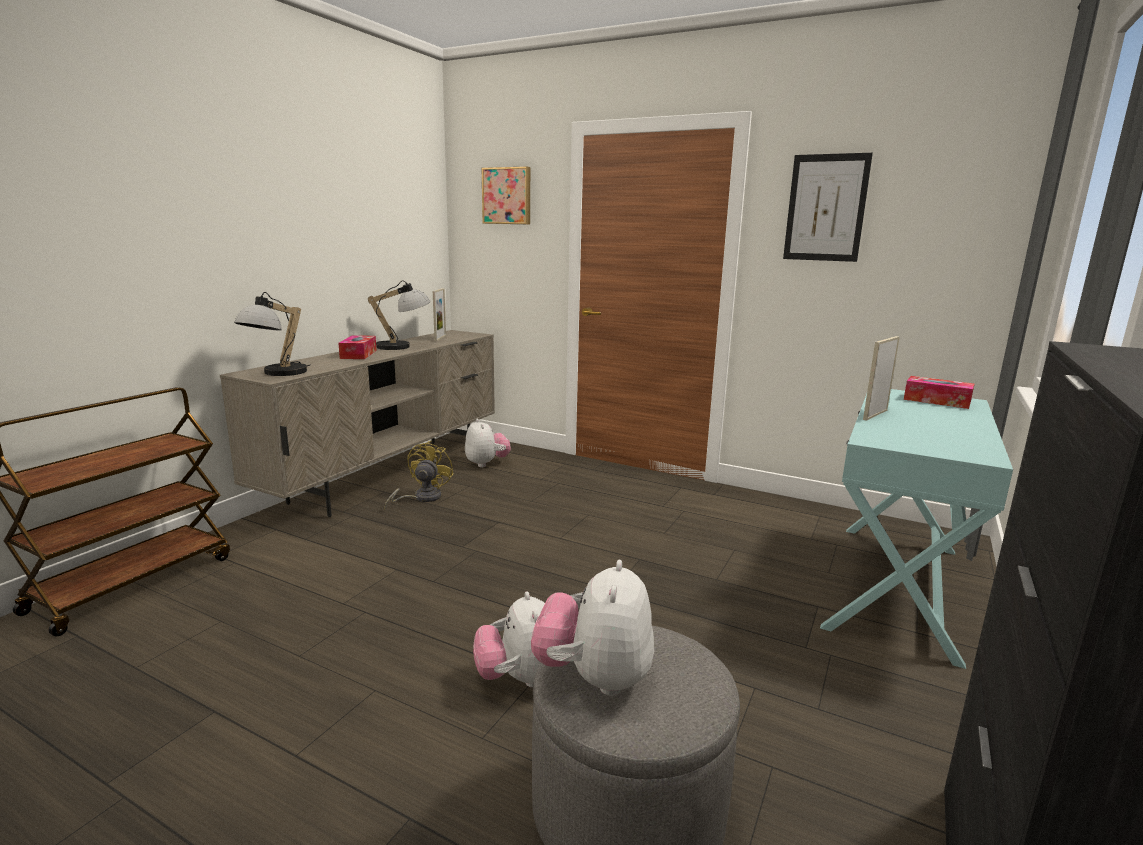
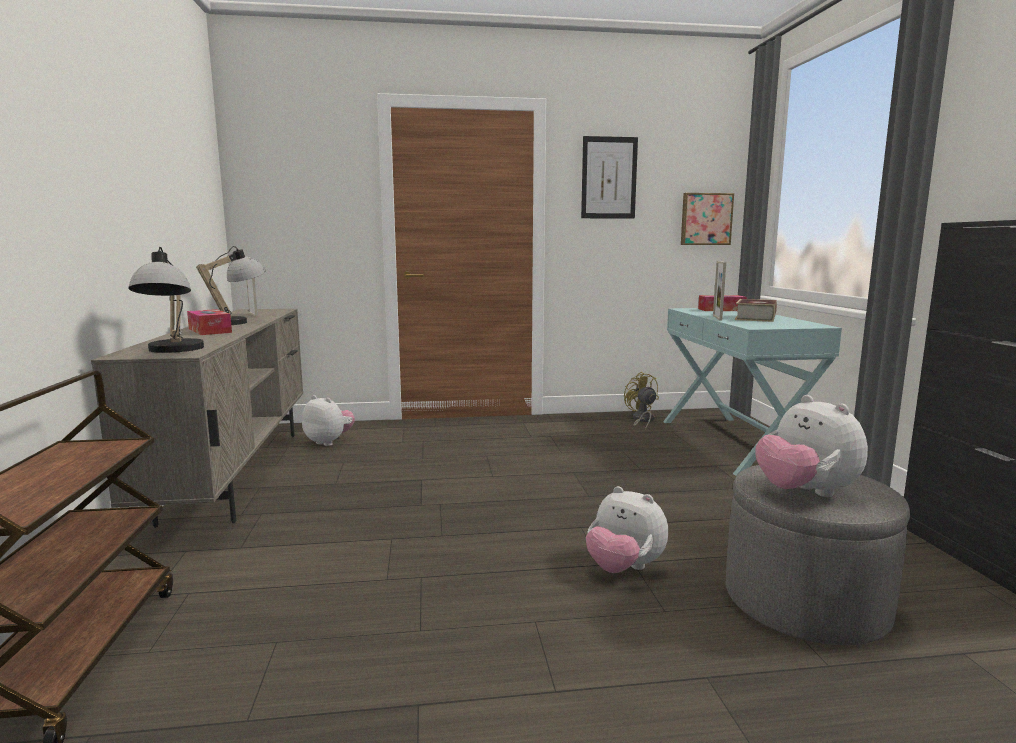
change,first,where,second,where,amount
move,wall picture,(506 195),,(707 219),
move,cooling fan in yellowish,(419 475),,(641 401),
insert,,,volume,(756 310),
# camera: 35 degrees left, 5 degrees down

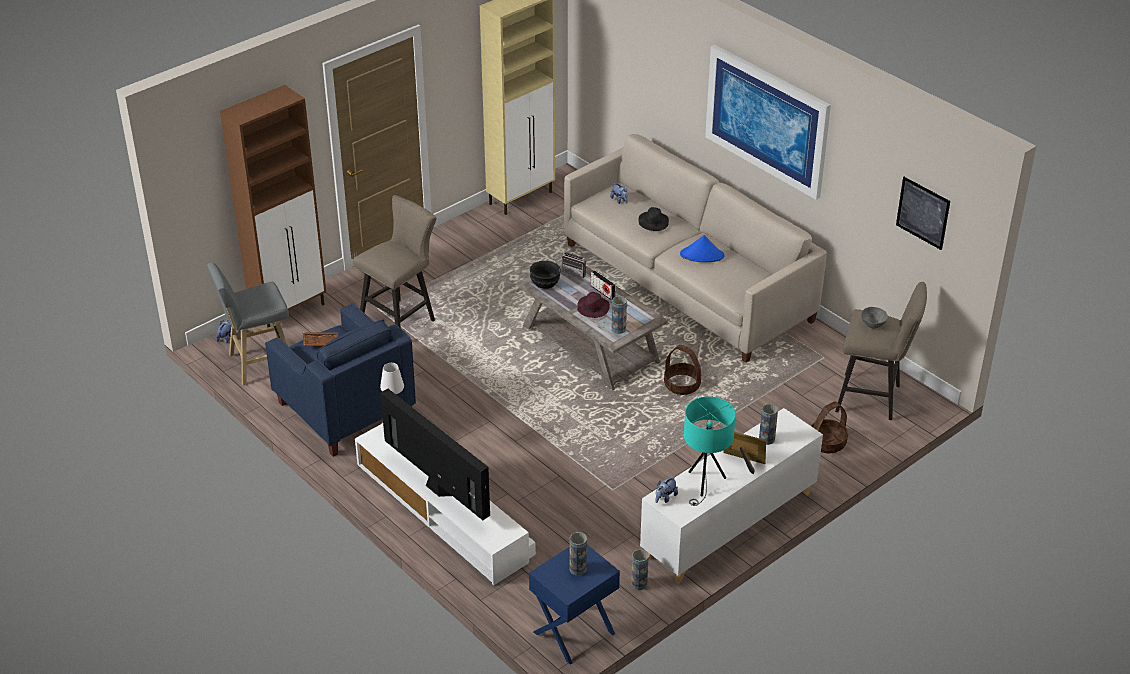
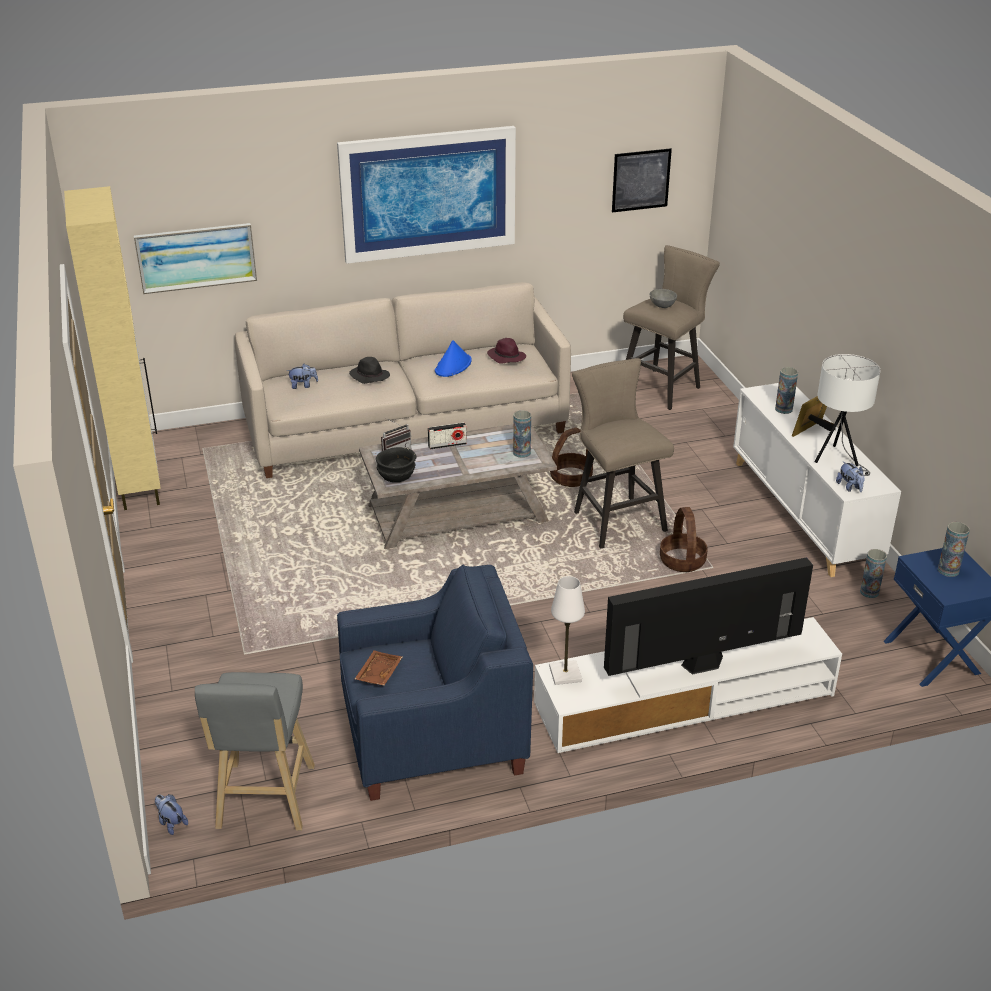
change,first,where,second,where,amount
delete,storage cabinet in brown-coloured,(273 206),,,
move,stool seat in sand-coloured,(395 261),,(623 453),
move,wearable hat in purple,(593 305),,(506 351),
recolor,table lamp in blue-green,(710 451),table lamp in whitish,(848 415),
move,storage basket,(829 427),,(684 539),
insert,,,wall picture,(195 258),
# camera: 65 degrees left, 5 degrees down

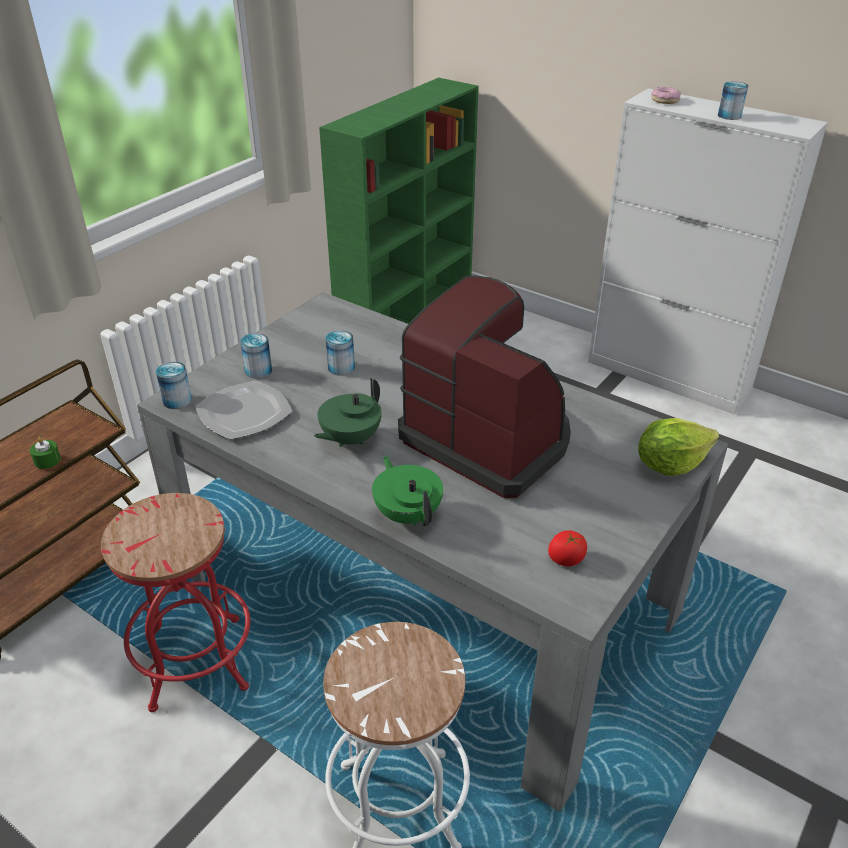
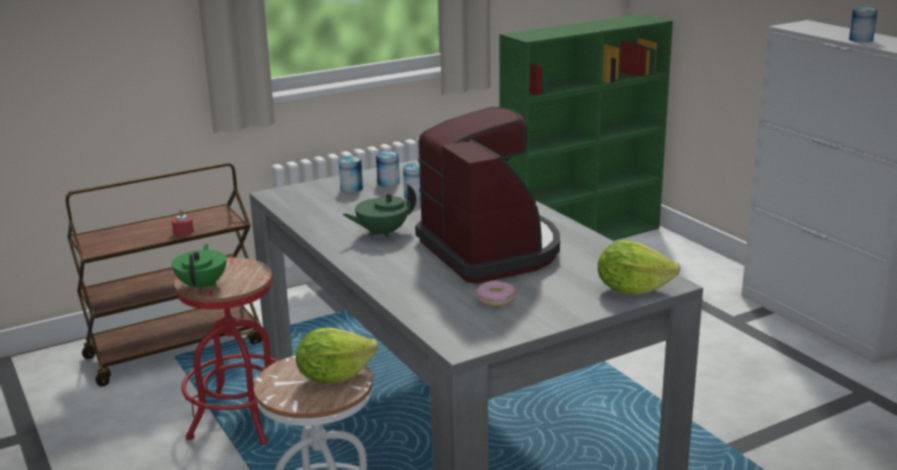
change,first,where,second,where,amount
move,ring doughnut,(666 95),,(496 293),
move,sealed can,(174 385),,(388 169),
delete,dinner plate,(244 410),,,
recolor,wax light in greenish,(45 453),wax light in red-coloured,(183 222),
move,tea pot in greenish,(407 491),,(199 267),
delete,tomato,(567 548),,,
insert,,,head of lettuce,(337 356),
# camera: 25 degrees right, 15 degrees down

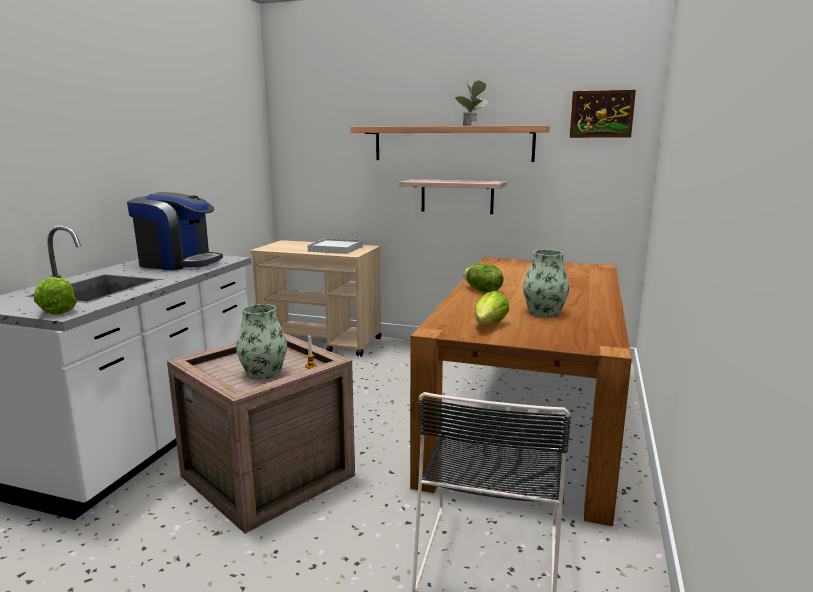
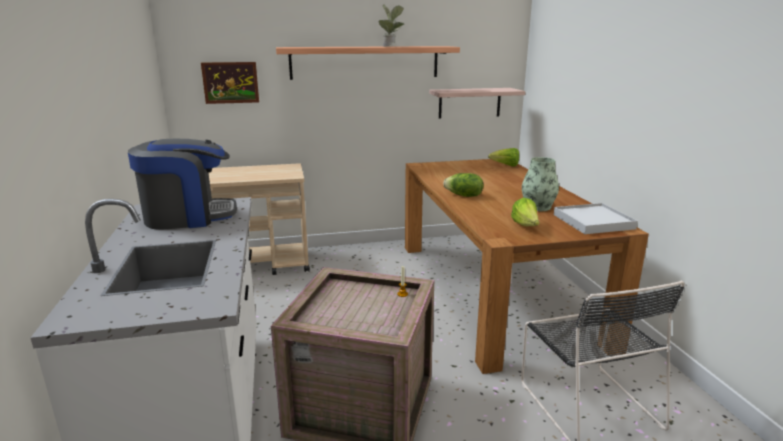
change,first,where,second,where,amount
move,wall picture,(602 114),,(230 83),
move,bracket shelf,(453 196),,(477 103),
move,carrying tray in whitish,(335 246),,(596 218),
move,head of lettuce,(55 296),,(503 157),
delete,decorative vase,(261 341),,,
# camera: 30 degrees left, 5 degrees up

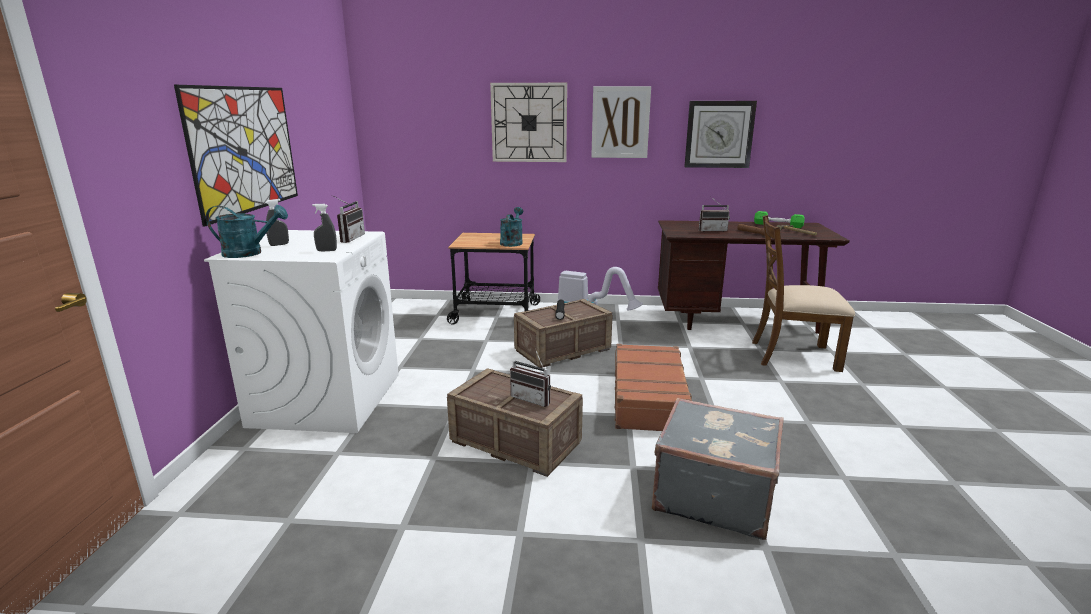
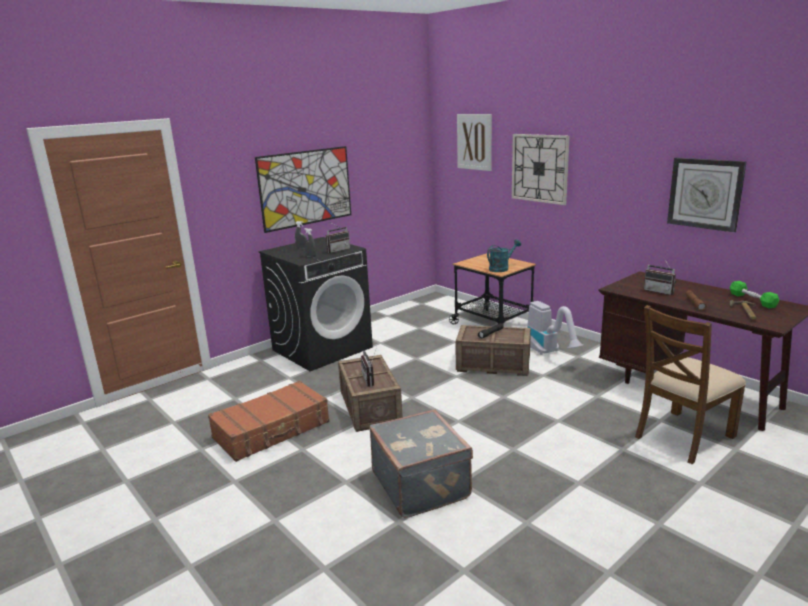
change,first,where,second,where,amount
move,wall picture,(621 122),,(474 142),
delete,watering pot in blue-green,(247 231),,,
rotate,plain chair in brown-coloured,(803 293),,(690 384),90 degrees counterclockwise
recolor,laundry appliance in whitish,(301 331),laundry appliance in black,(316 304),
move,travel case in brown-coloured,(653 387),,(269 421),
# camera: 45 degrees right, 0 degrees up

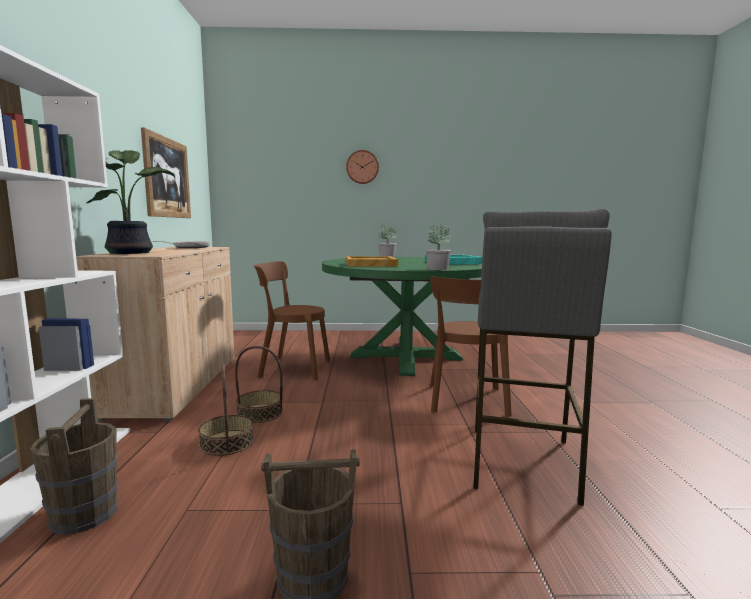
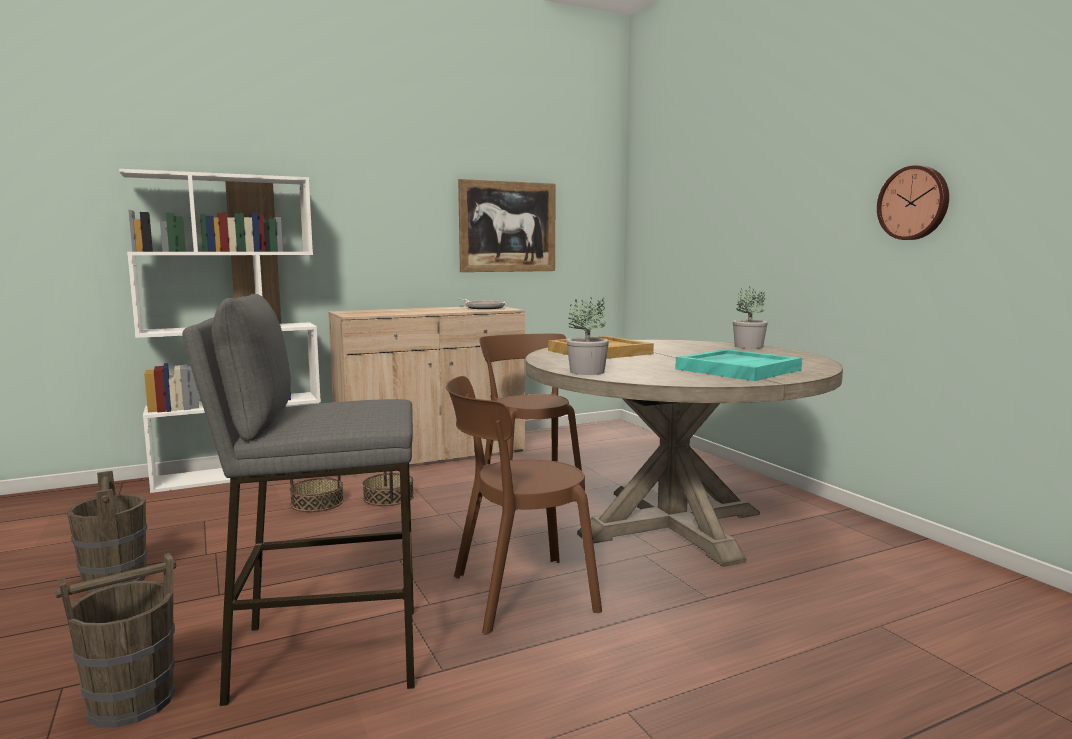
change,first,where,second,where,amount
delete,plant in a pot,(130 202),,,
move,hanging clock,(362 167),,(913 202),
recolor,kitchen table in greenish,(402 316),kitchen table in sand-coloured,(684 453),
move,bucket in brown-coloured,(74 466),,(115 640),
# camera: 65 degrees right, 0 degrees up

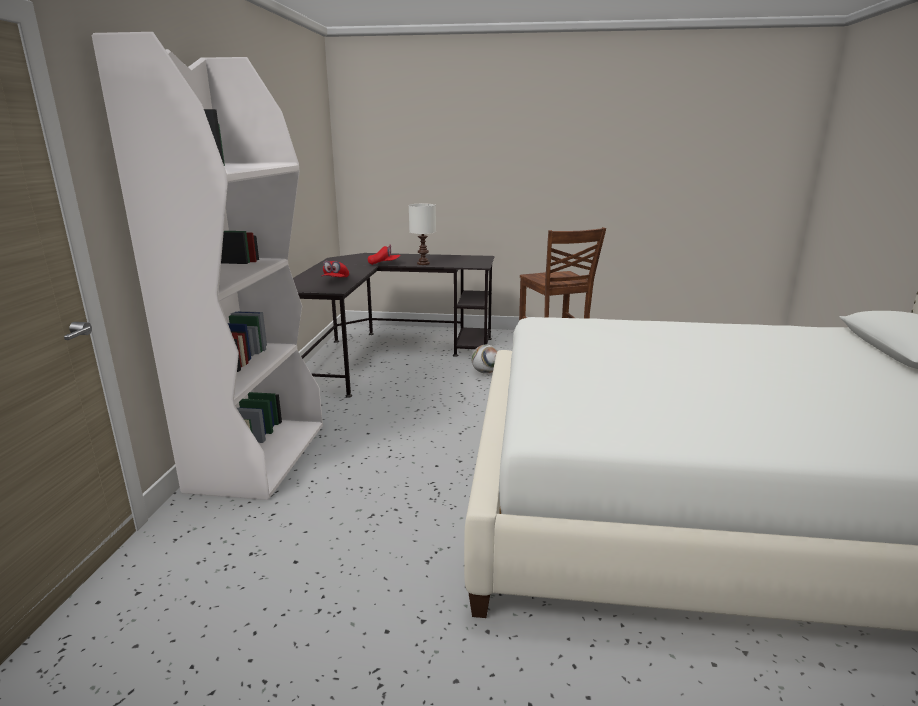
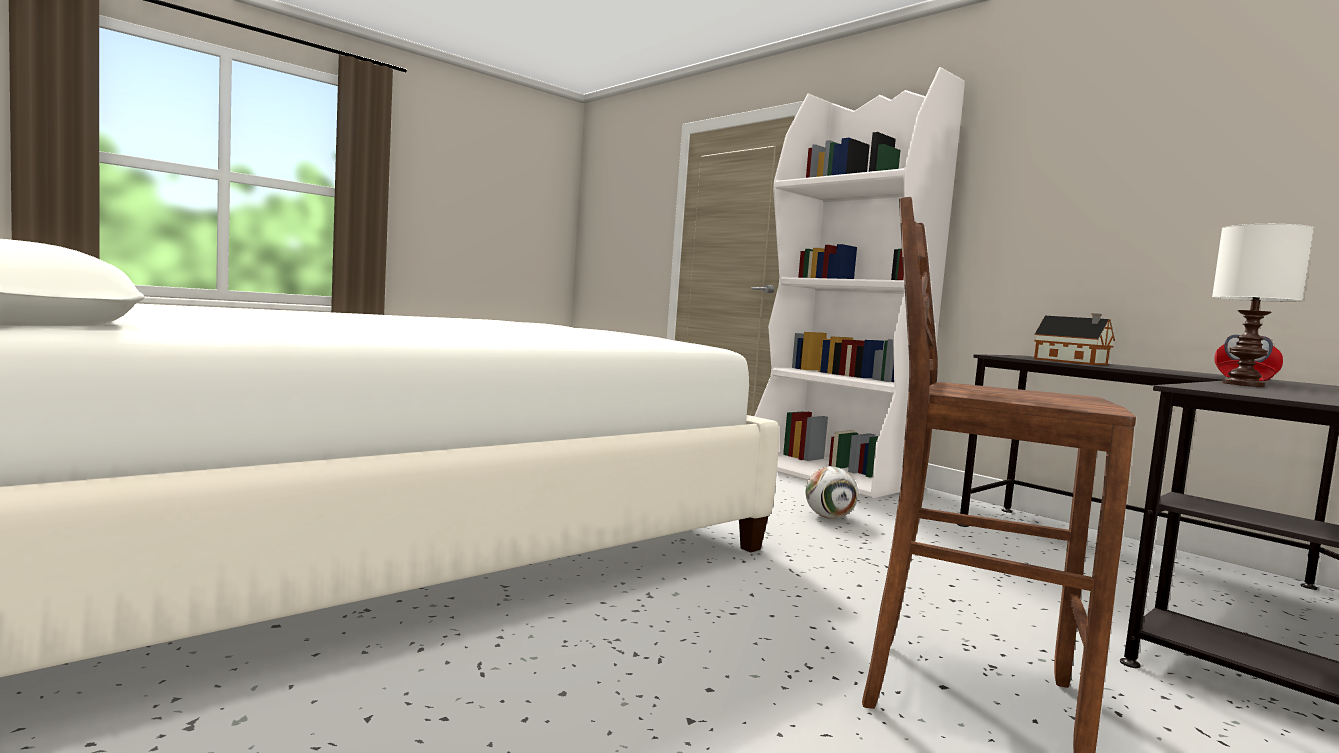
change,first,where,second,where,amount
replace,baseball cap in red-coloured,(335 269),miniature house,(1074 339),
move,ball for football,(484 359),,(831 493),
# camera: 130 degrees right, 15 degrees down

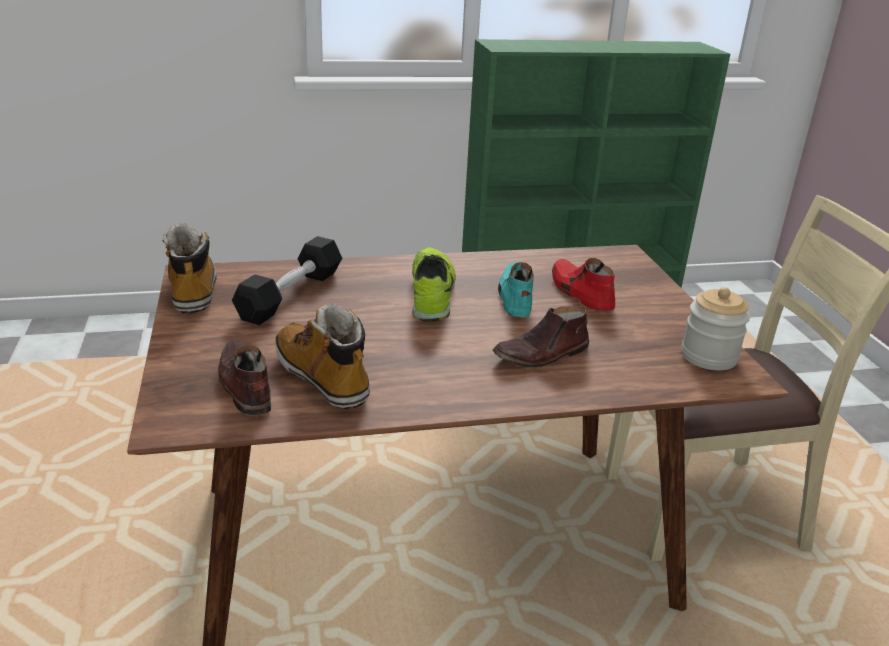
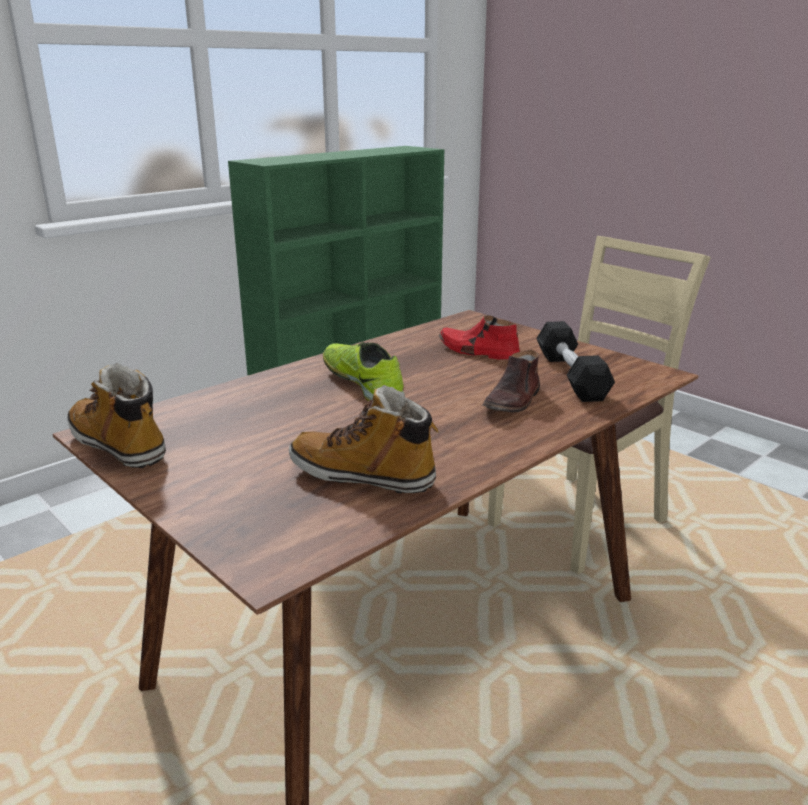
change,first,where,second,where,amount
move,hand weight in black,(287 280),,(575 361),
delete,shoe in blue-green,(516 290),,,
delete,jar,(715 328),,,
delete,shoe in brown-coloured,(244 377),,,
# camera: 30 degrees left, 5 degrees down

